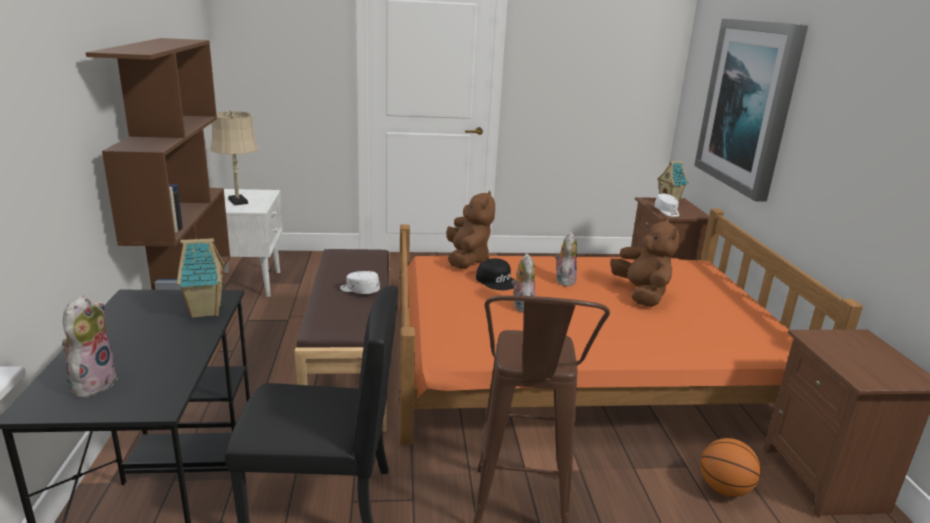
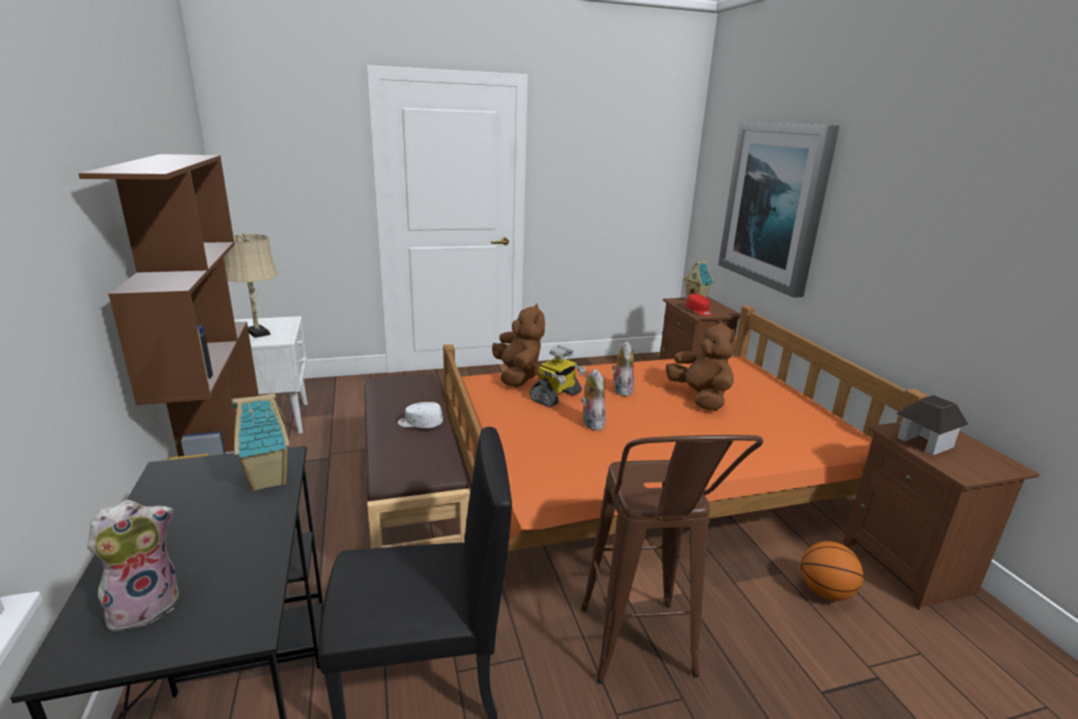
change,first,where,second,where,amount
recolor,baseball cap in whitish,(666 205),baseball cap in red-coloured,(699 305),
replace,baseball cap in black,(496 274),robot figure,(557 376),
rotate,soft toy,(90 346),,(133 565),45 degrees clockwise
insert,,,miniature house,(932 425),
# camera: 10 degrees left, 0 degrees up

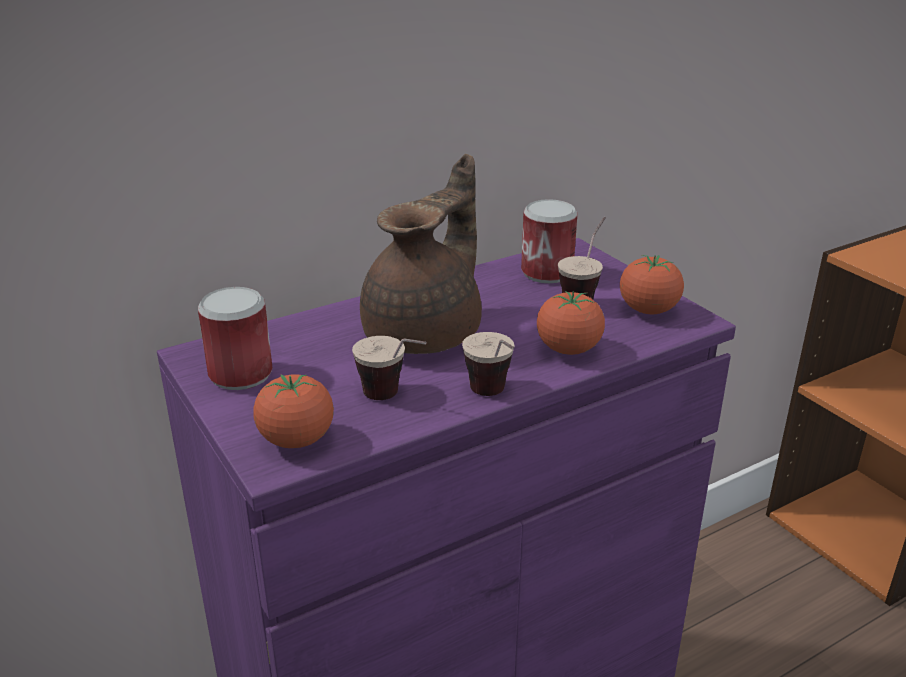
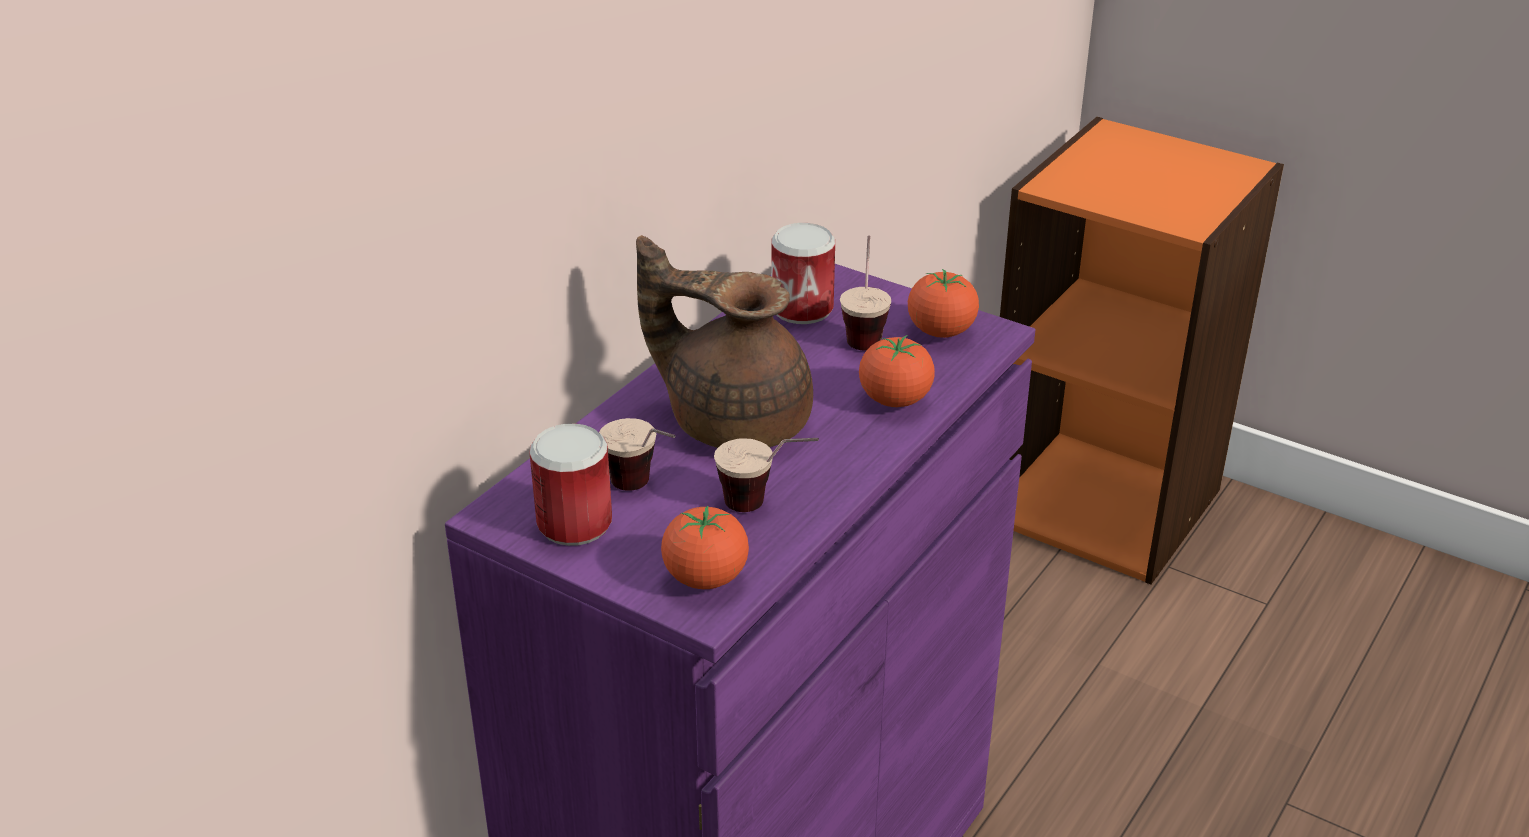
change,first,where,second,where,amount
rotate,tea pot in brown-coloured,(421 254),,(724 341),75 degrees counterclockwise
move,drinking cup,(488 364),,(637 454),
# camera: 25 degrees left, 5 degrees up

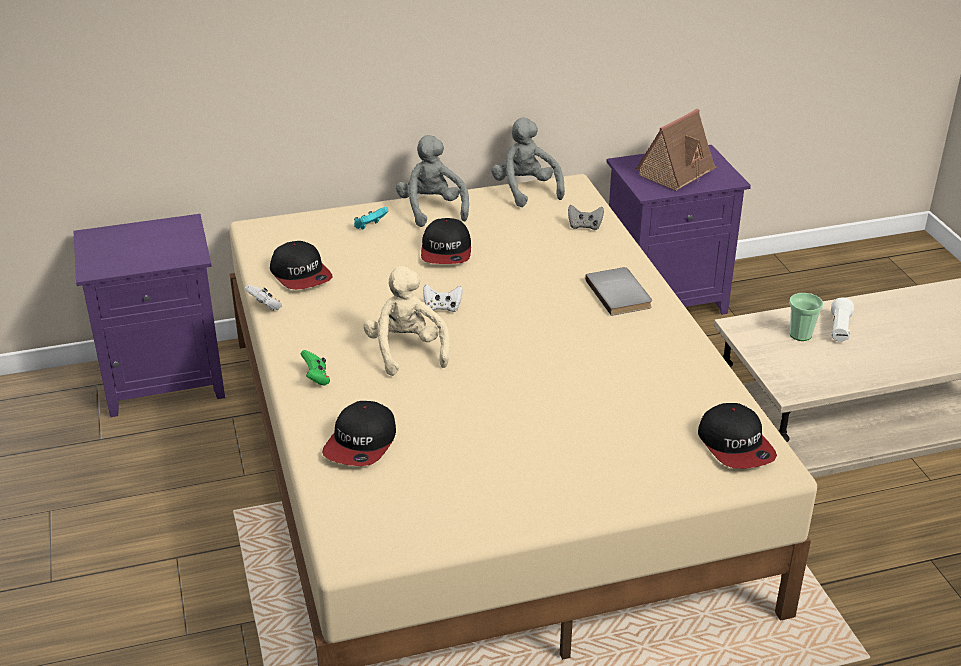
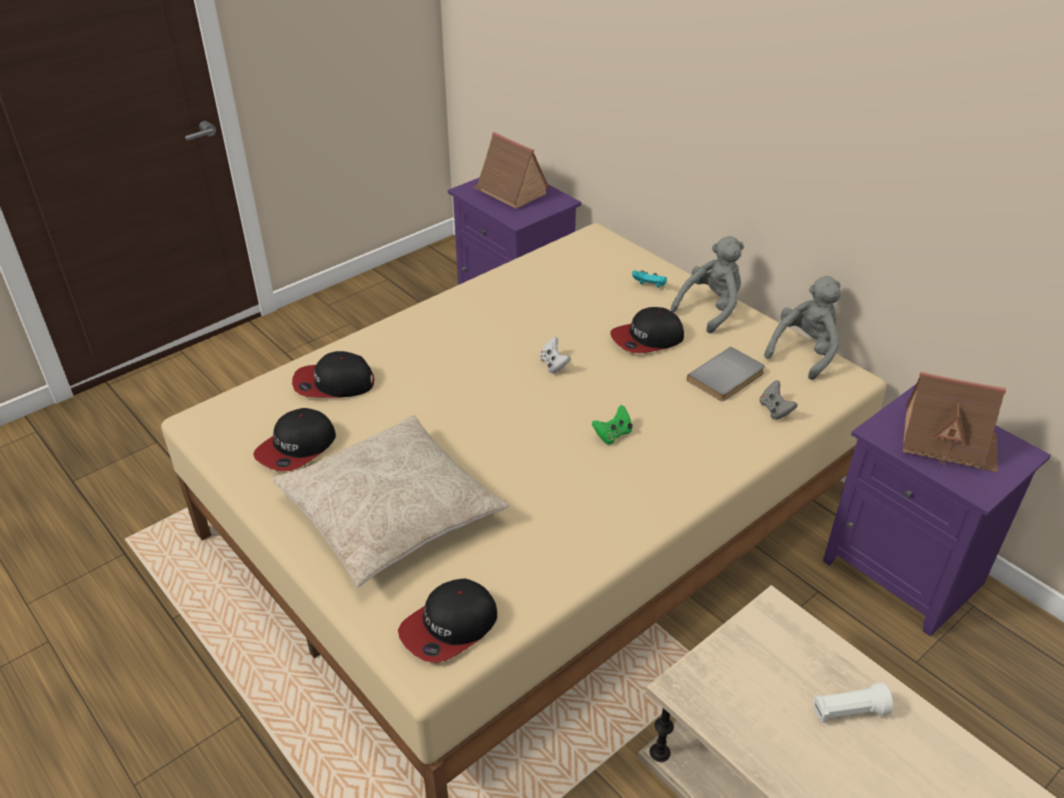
change,first,where,second,where,amount
move,baseball cap,(301 265),,(294 439),
delete,soft toy in sand-coloured,(406 321),,,
move,volume in greyish,(618 291),,(726 374),
delete,game controller in whitish,(263 298),,,
delete,drinking cup,(806 317),,,
move,game controller in greenish,(315 368),,(612 424),
insert,,,miniature house,(511 170),
insert,,,pillow in sand-coloured,(390 501),
# camera: 65 degrees right, 5 degrees up

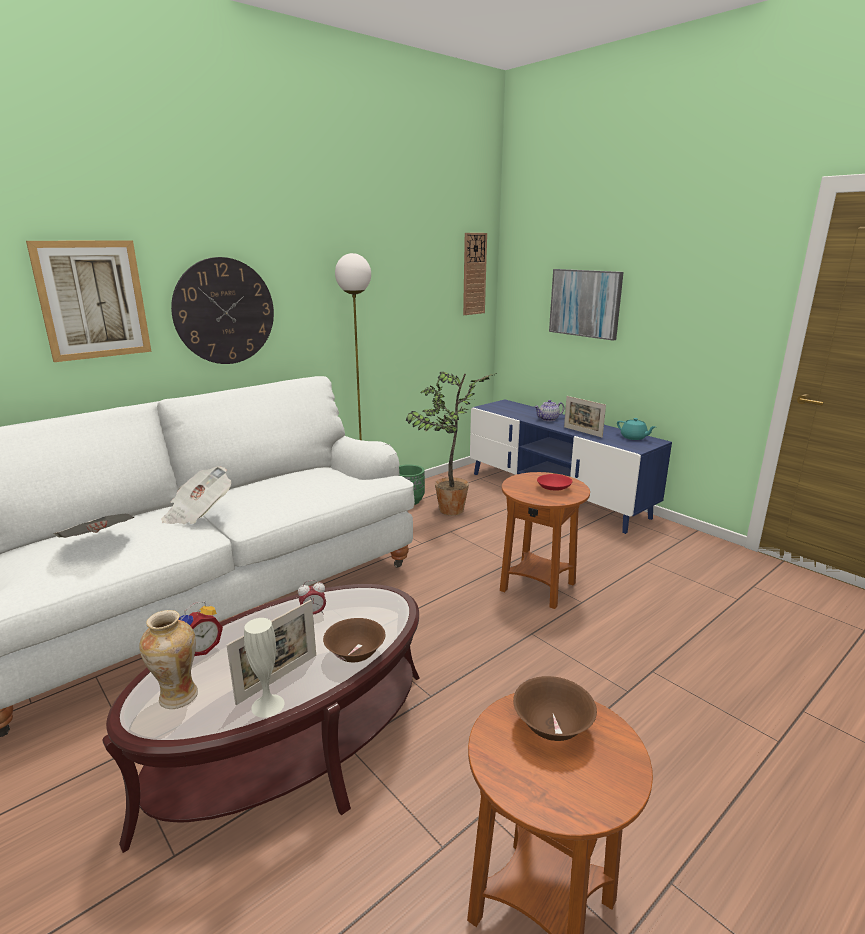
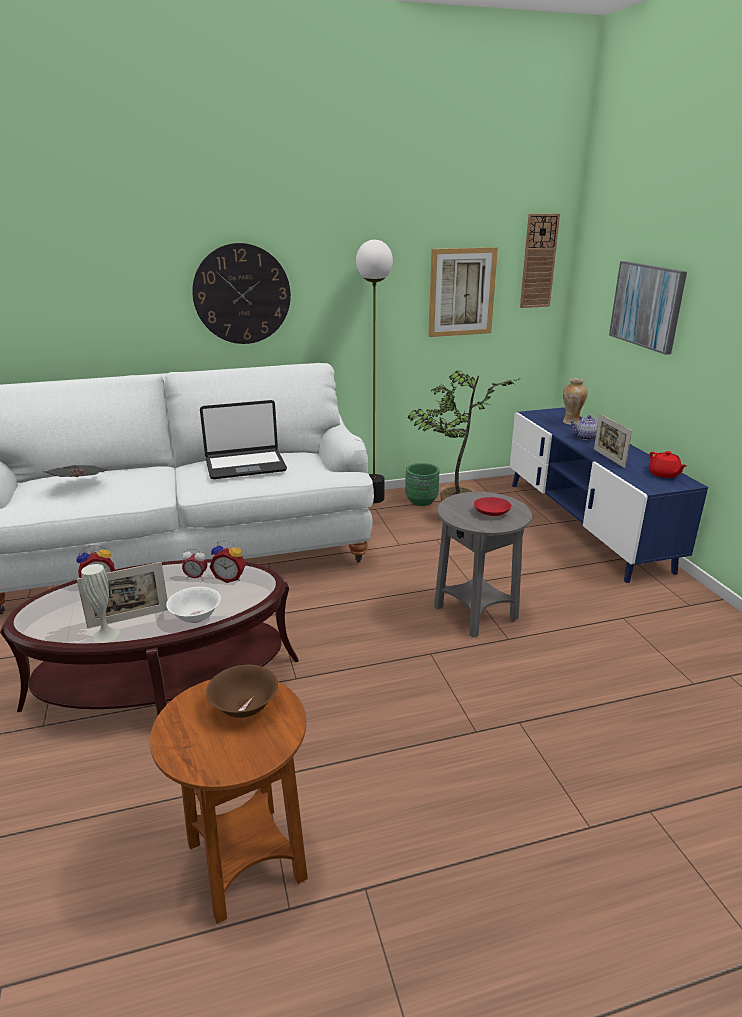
change,first,where,second,where,amount
move,wall picture,(88 301),,(463 292),
recolor,tea pot in blue-green,(636 429),tea pot in red-coloured,(668 464),
delete,newspaper,(196 495),,,
recolor,end table in brown-coloured,(545 540),end table in greyish,(483 565),
move,decorative vase,(168 659),,(575 401),
recolor,bowl in brown-coloured,(354 640),bowl in whitish,(193 605),
insert,,,portable computer,(243 439),
insert,,,bedside clock,(228 562),
# camera: 25 degrees right, 5 degrees up

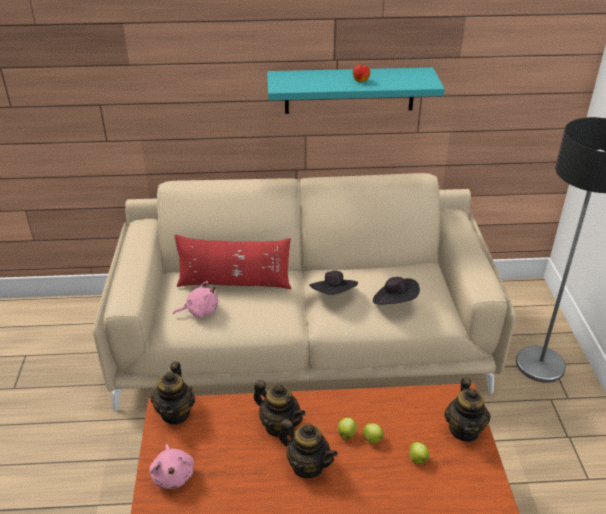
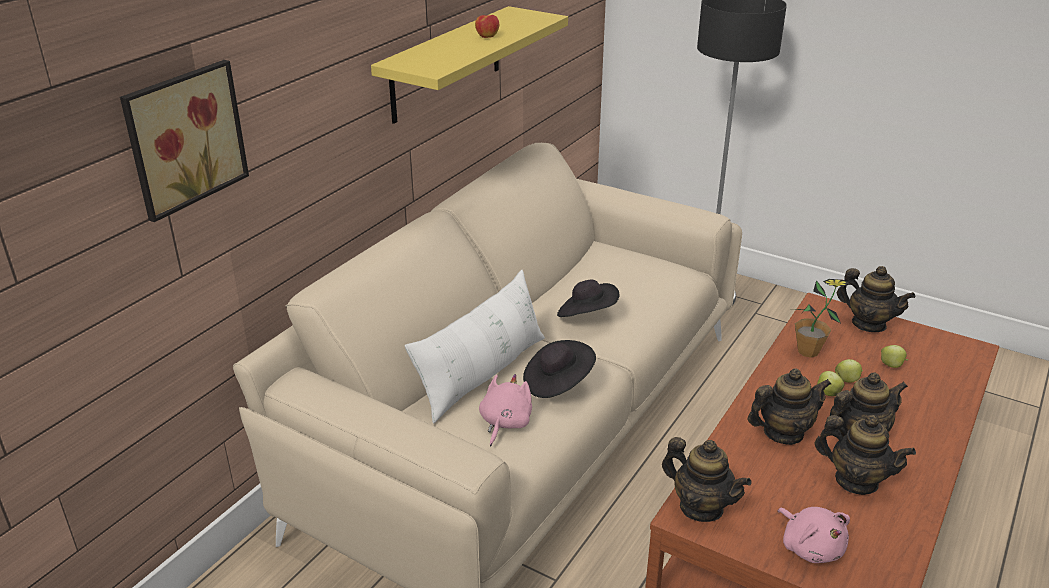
change,first,where,second,where,amount
recolor,bracket shelf in blue-green,(356 90),bracket shelf in yellowish,(469 65),
recolor,pillow in red-coloured,(233 261),pillow in whitish,(475 347),
move,wearable hat in black,(396 291),,(559 369),
rotate,soft toy in pink,(171 466),,(814 535),45 degrees clockwise
insert,,,wall picture,(184 141),
insert,,,plant in a pot,(820 318),
insert,,,tea pot,(865 455),
# camera: 55 degrees left, 5 degrees down

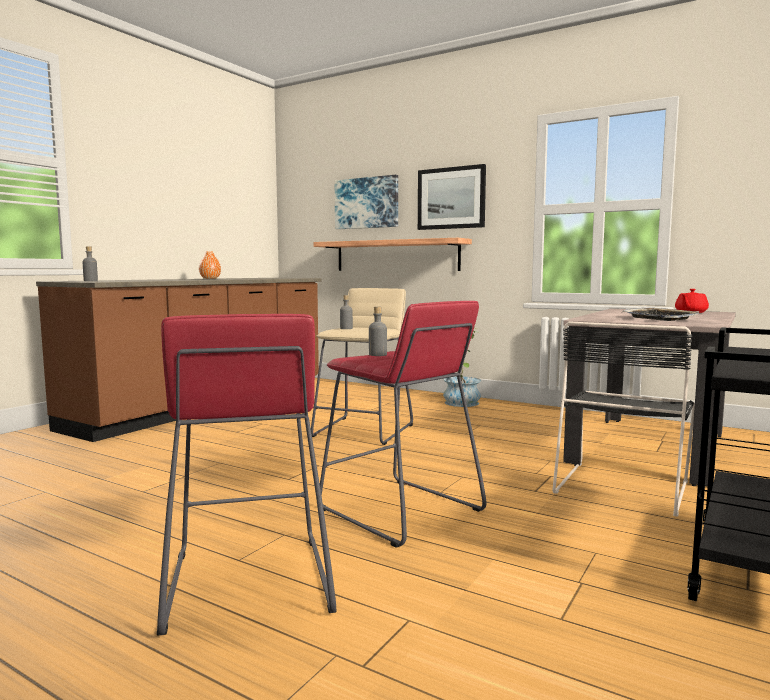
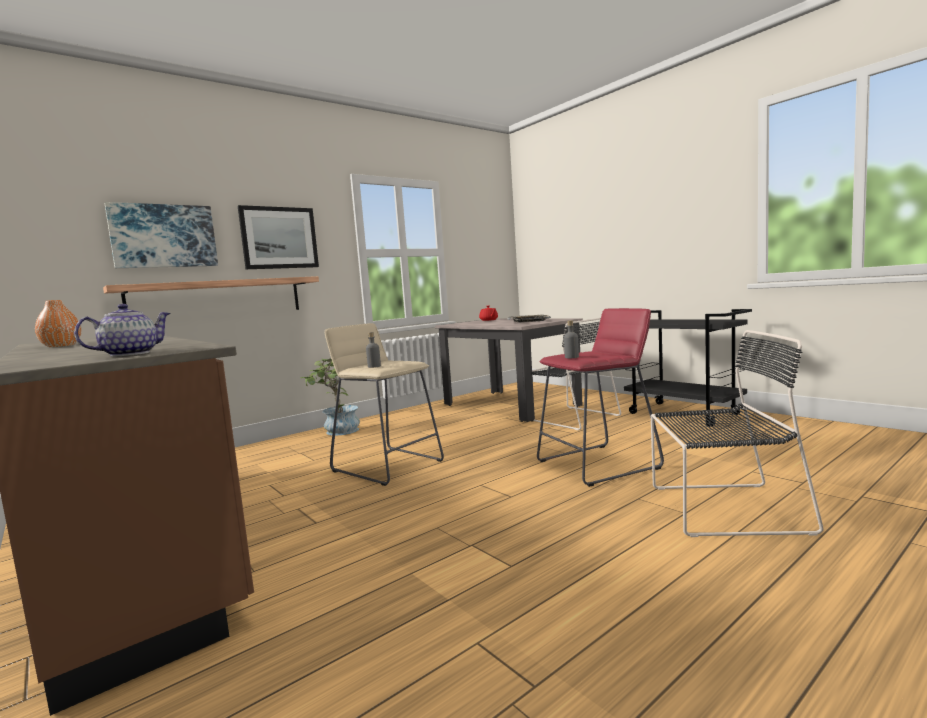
change,first,where,second,where,amount
replace,bottle in greyish,(90 263),tea pot,(122 330),
replace,stool seat in red-coloured,(246 475),plain chair in black,(737 433),
# camera: 70 degrees left, 0 degrees up

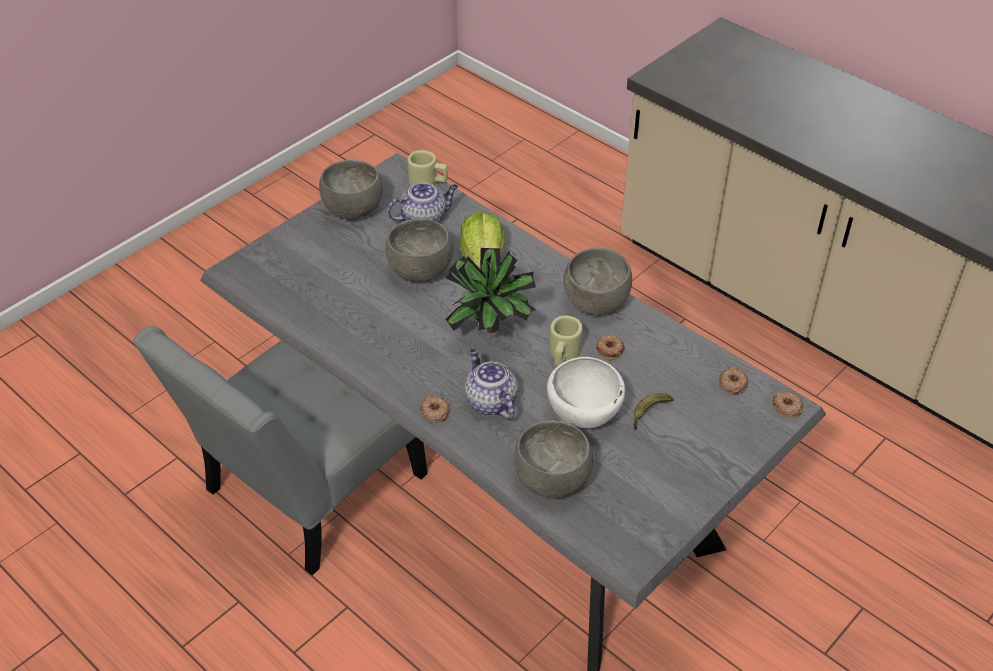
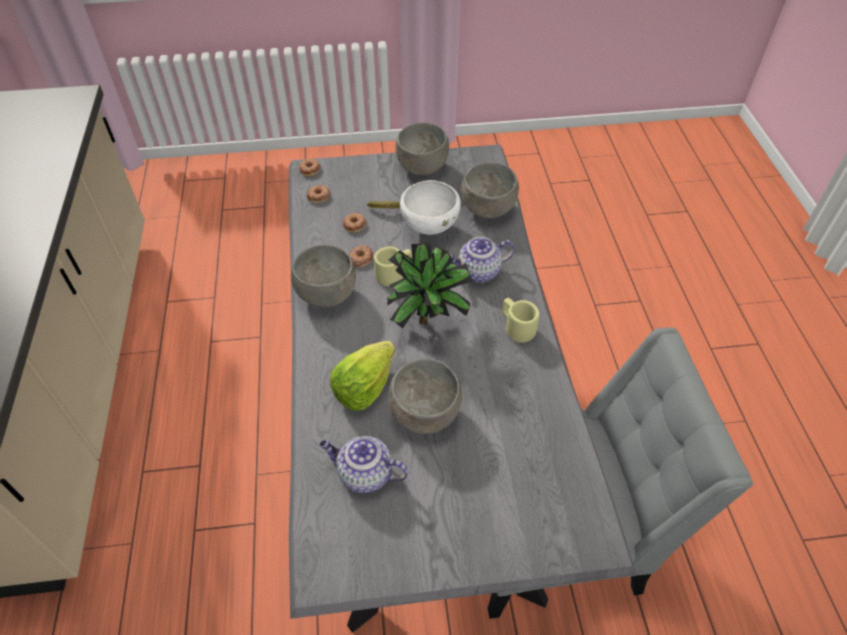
change,first,where,second,where,amount
move,coffee mug in sand-coloured,(428 168),,(521 320),
move,bowl in greyish,(351 189),,(422 148),
rotate,tea pot,(491 384),,(482 260),60 degrees clockwise
move,ring doughnut,(435 409),,(354 223),
# camera: 140 degrees left, 5 degrees up

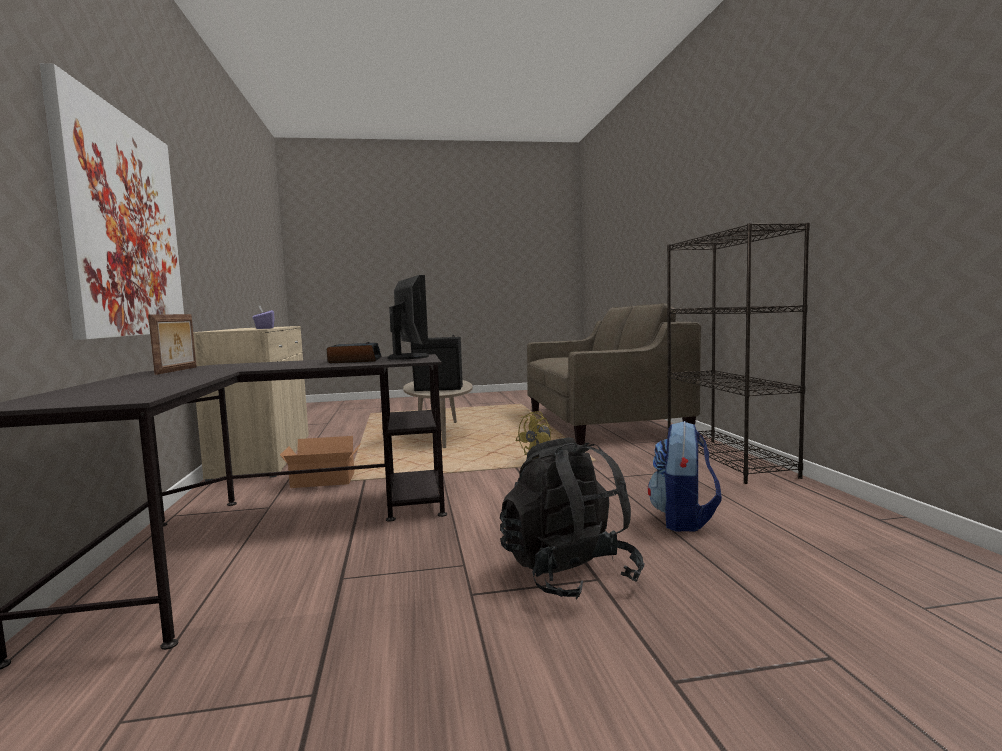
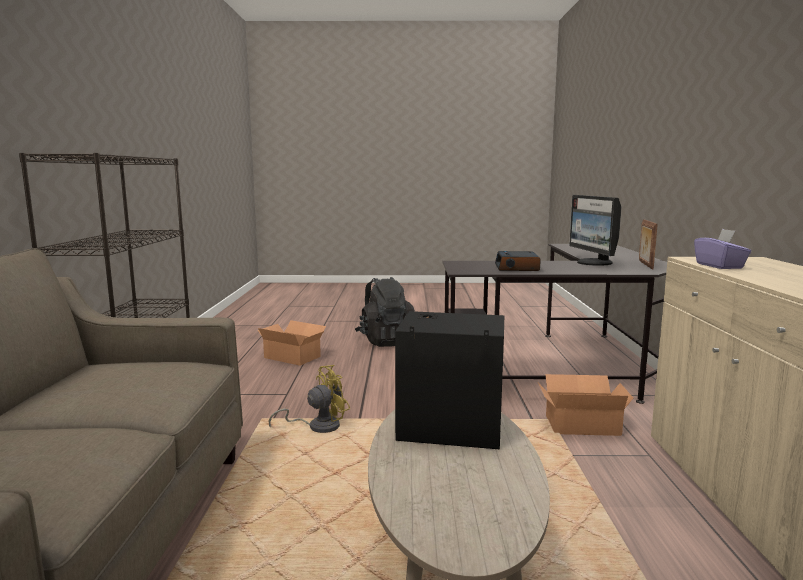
change,first,where,second,where,amount
delete,wall picture,(112 201),,,
move,monitor,(408 317),,(595 230),
replace,knapsack,(685 476),packing box,(292 343),
# camera: 170 degrees left, 5 degrees up

